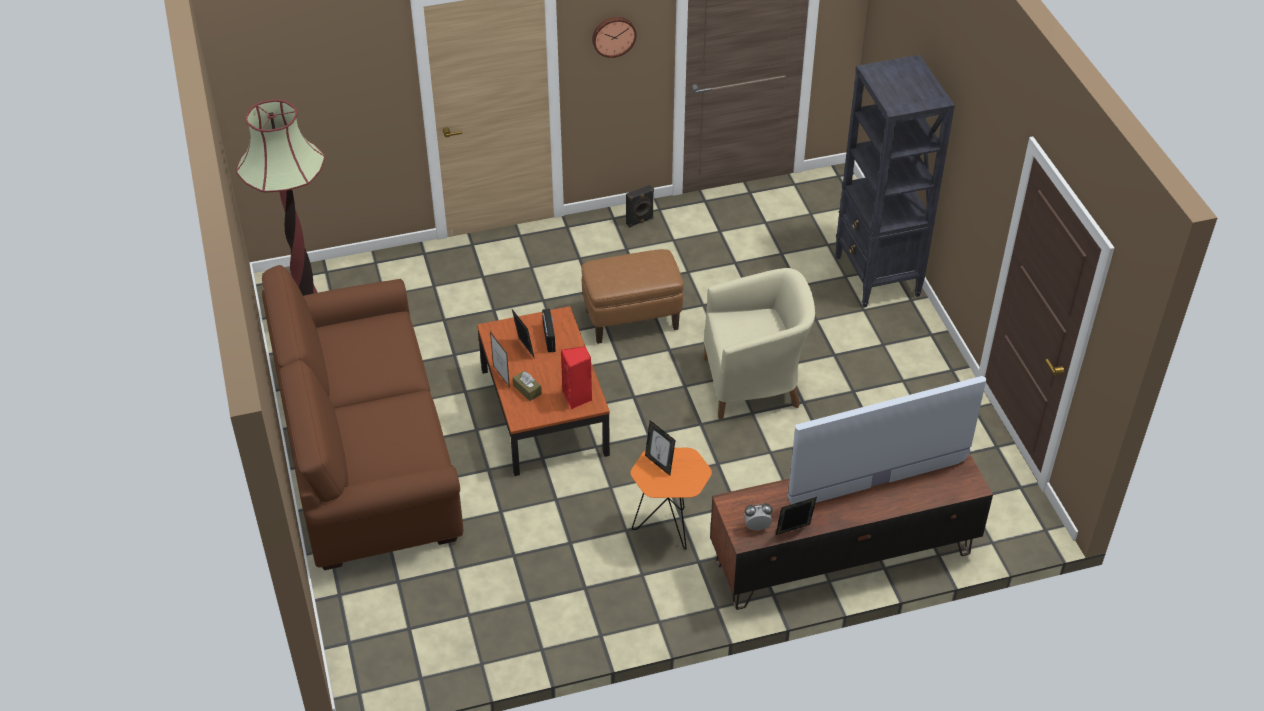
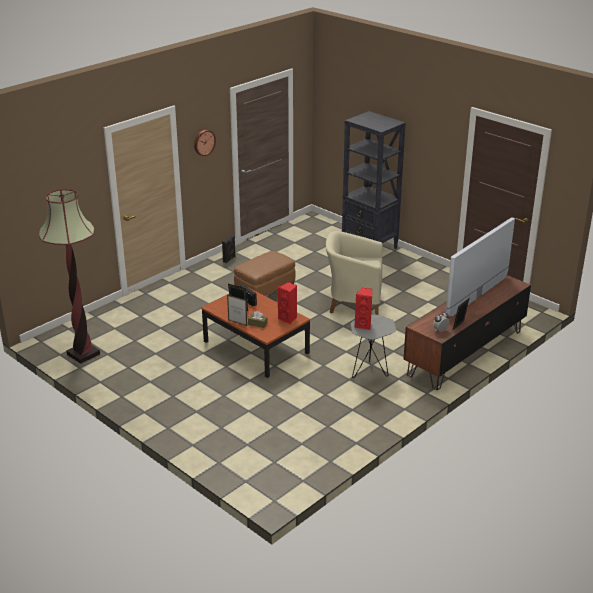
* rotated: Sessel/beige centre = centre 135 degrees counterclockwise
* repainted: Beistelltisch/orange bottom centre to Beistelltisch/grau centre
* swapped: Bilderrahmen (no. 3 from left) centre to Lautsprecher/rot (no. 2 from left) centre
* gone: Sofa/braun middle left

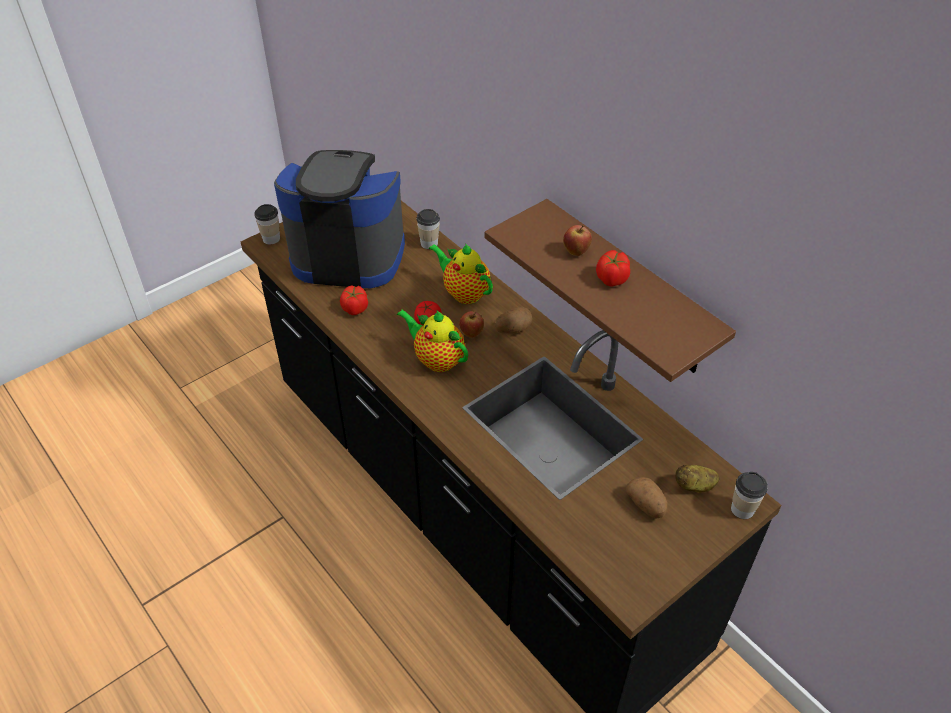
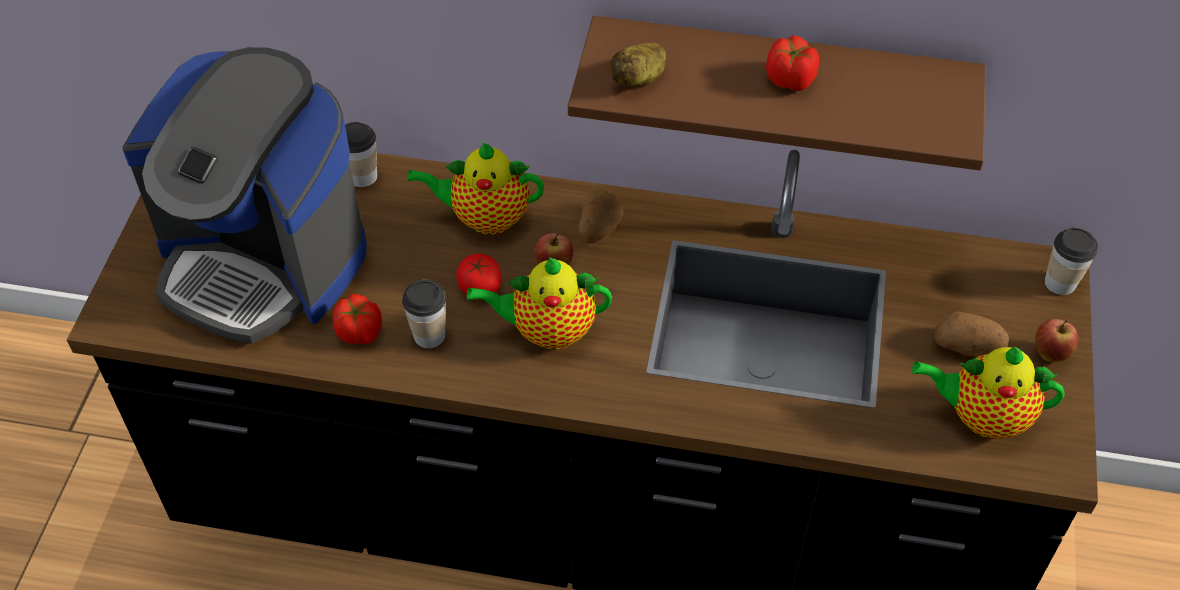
* rotated: Kaffeemaschine top centre = top left 120 degrees counterclockwise
* shifted: Tasse (no. 1 from left in the first image) top left to Tasse (no. 2 from left) centre
* shifted: Kartoffel (no. 3 from left in the first image) bottom right to Kartoffel (no. 2 from left) top centre
* new: Teekanne (no. 3 from left) middle right
* shifted: Apfel (no. 2 from left) centre to middle right

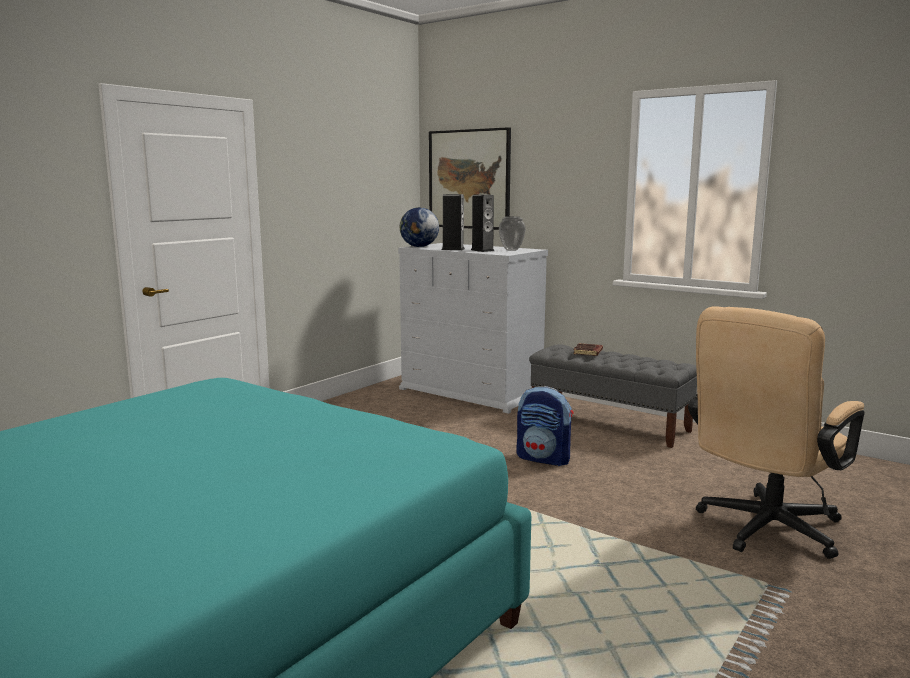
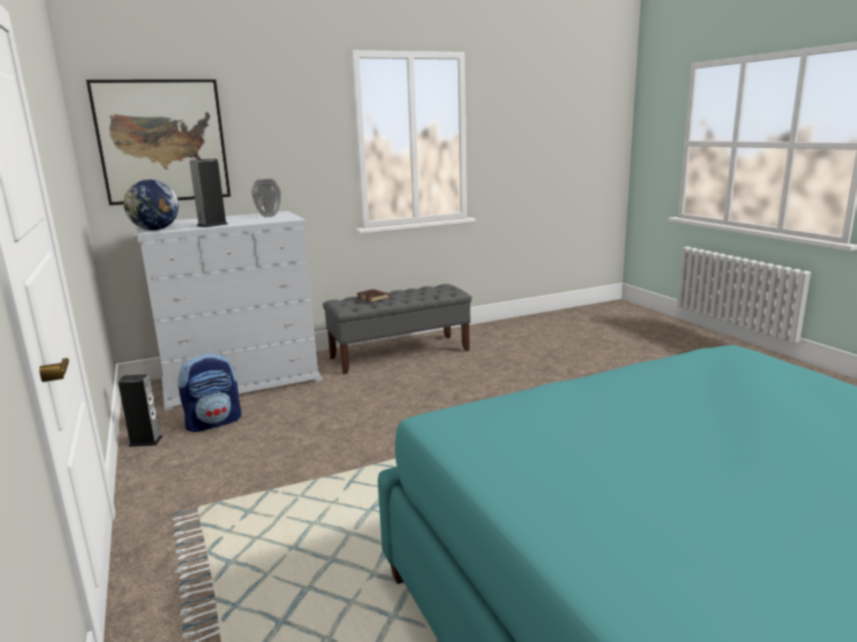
* shifted: Lautsprecher (no. 2 from left in the first image) top centre to Lautsprecher (no. 1 from left) middle left
* shifted: Rucksack centre to middle left
* gone: Bürostuhl/beige middle right

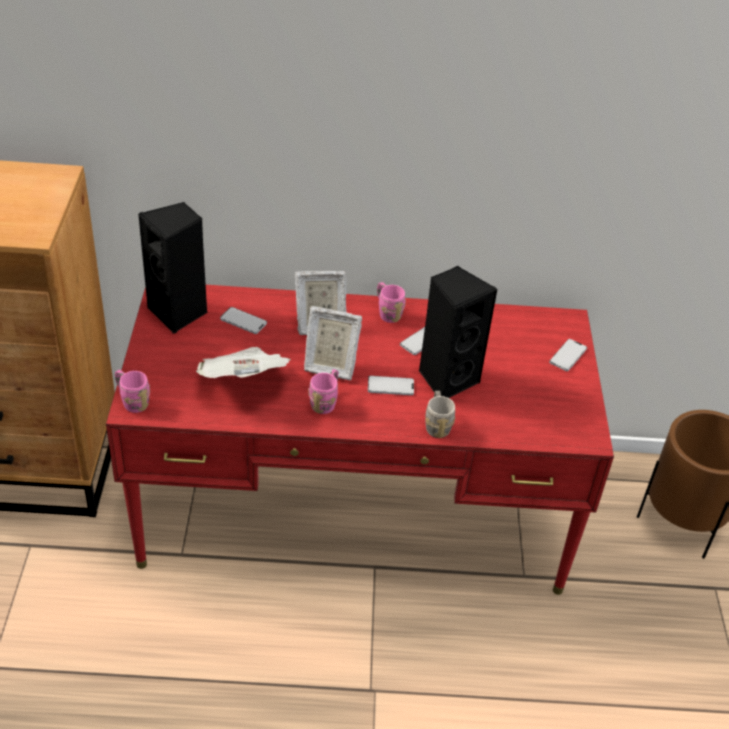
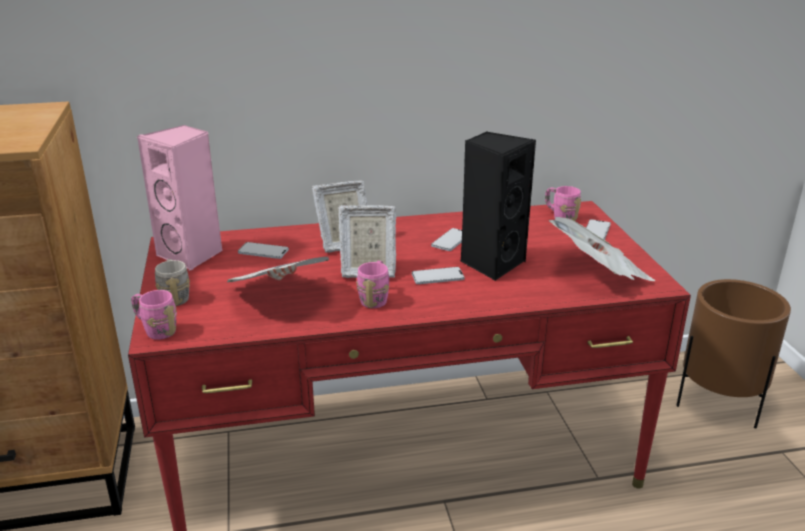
* repainted: Lautsprecher/schwarz (no. 1 from left) middle left to Lautsprecher/rosa middle left
* shifted: Henkelbecher/grau centre to middle left
* shifted: Henkelbecher/rosa (no. 3 from left) centre to middle right
* new: Zeitung (no. 2 from left) middle right

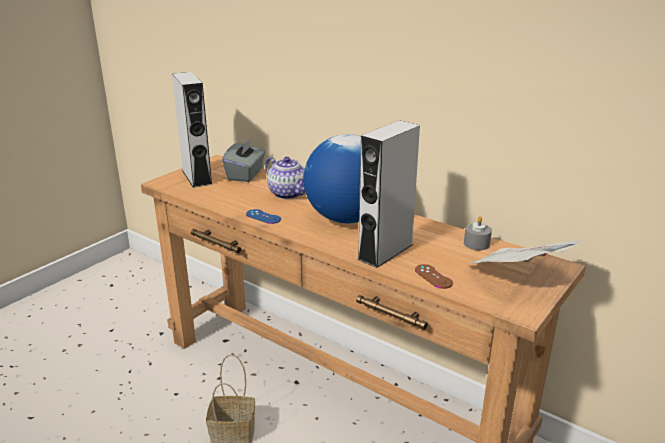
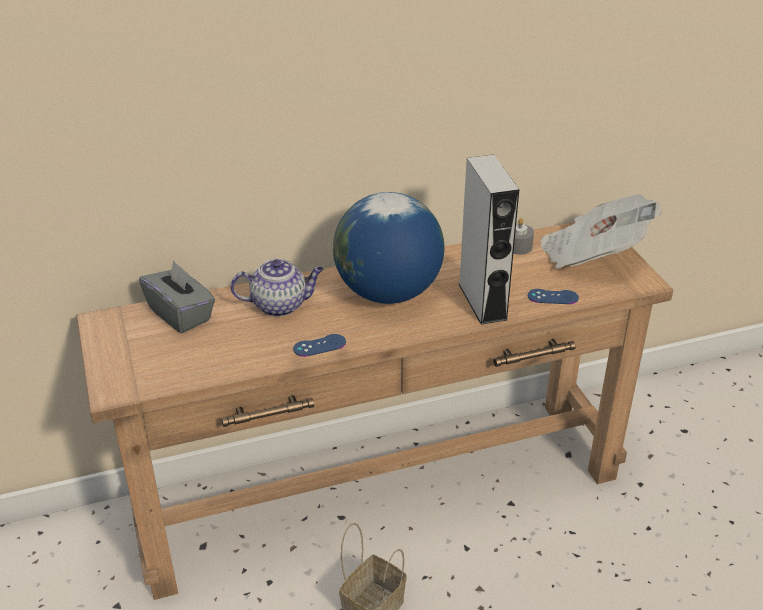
* repainted: Gamepad/braun centre to Gamepad/blau (no. 2 from left) middle right
* gone: Lautsprecher/grau (no. 1 from left) top left

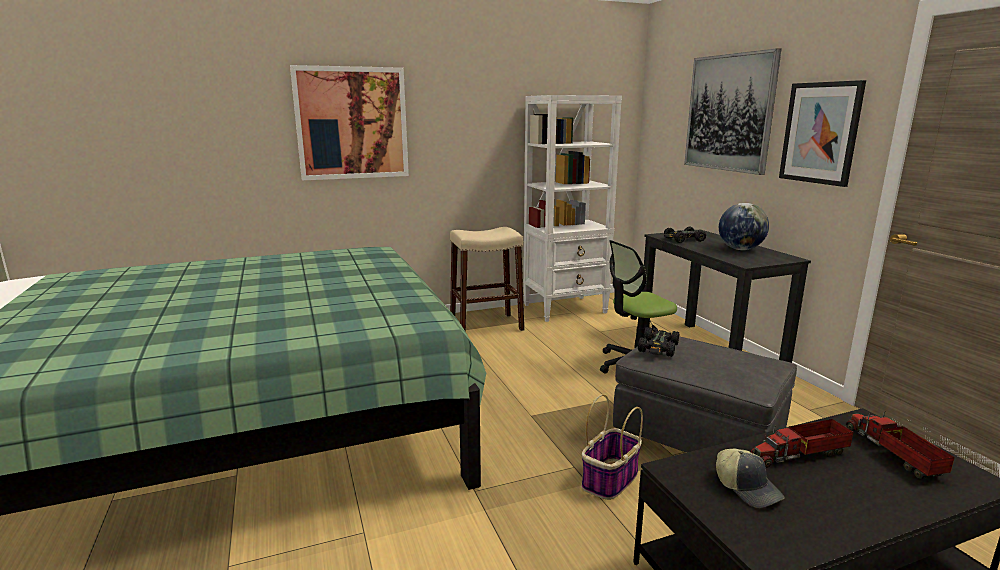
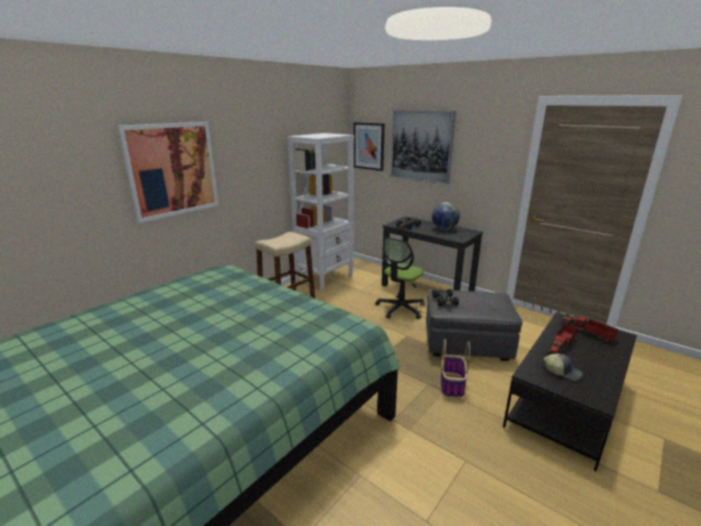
* shifted: Bild (no. 3 from left in the first image) top right to Bild (no. 2 from left) top centre

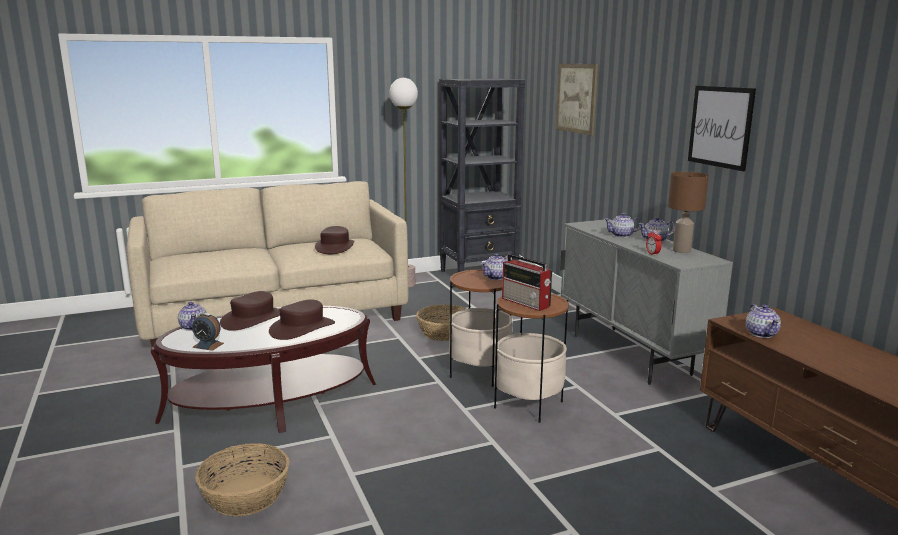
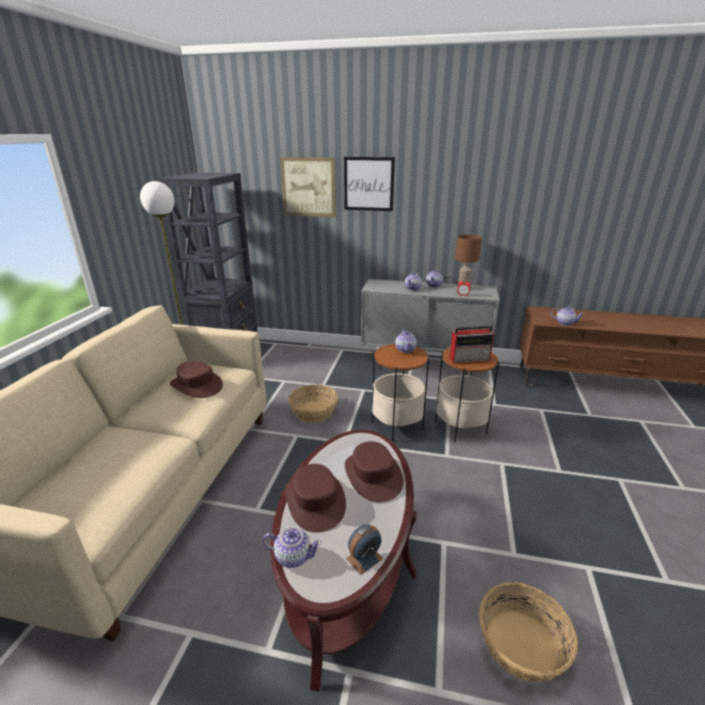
* shifted: Bild (no. 2 from left) top right to top centre

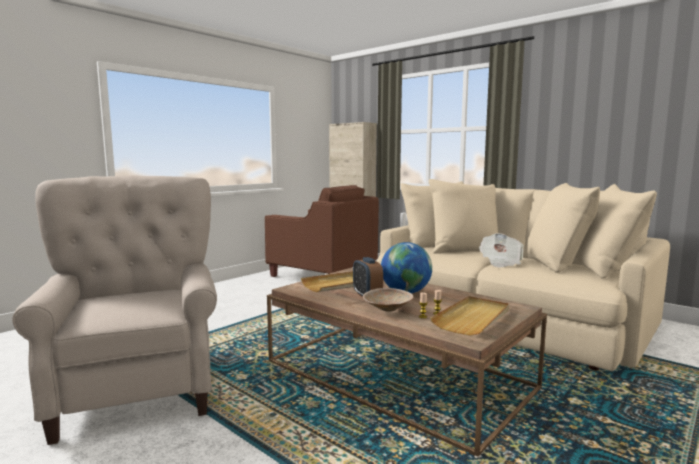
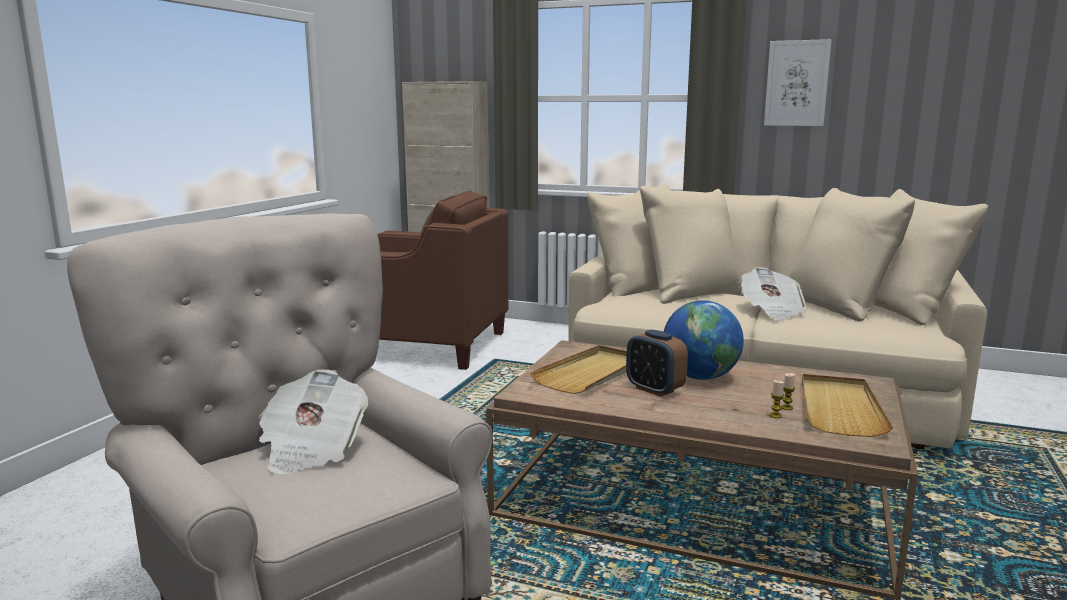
* new: Zeitung (no. 1 from left) bottom left
* new: Bild top right
* gone: Schüssel/beige centre

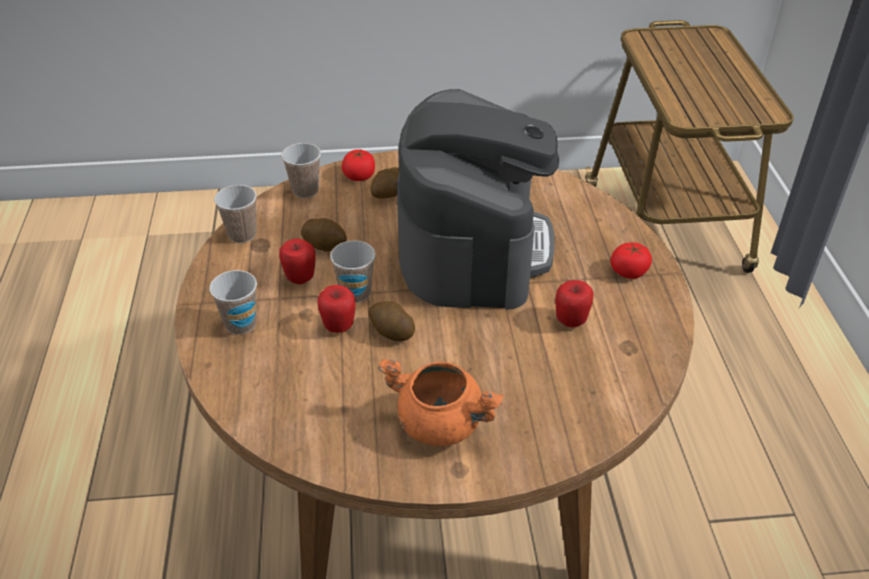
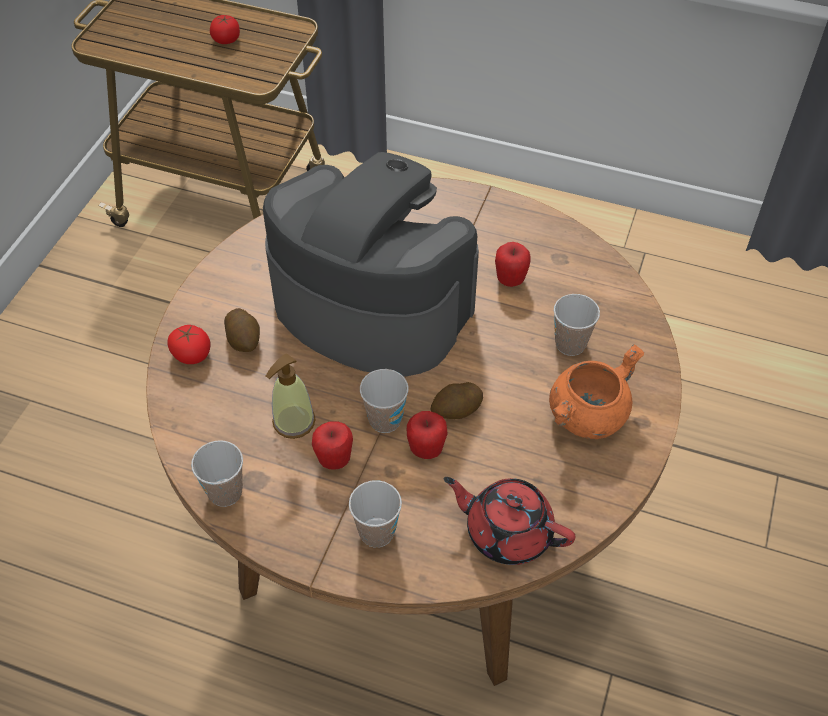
* shifted: Tomate (no. 2 from left) middle right to top left
* swapped: Kartoffel (no. 1 from left) centre to Seifenspender centre
* new: Teekanne/rot bottom centre
* shifted: Tasse (no. 3 from left in the first image) top centre to Tasse (no. 4 from left) middle right

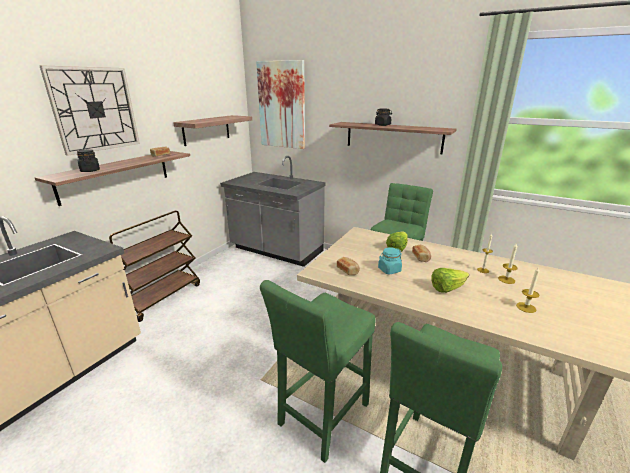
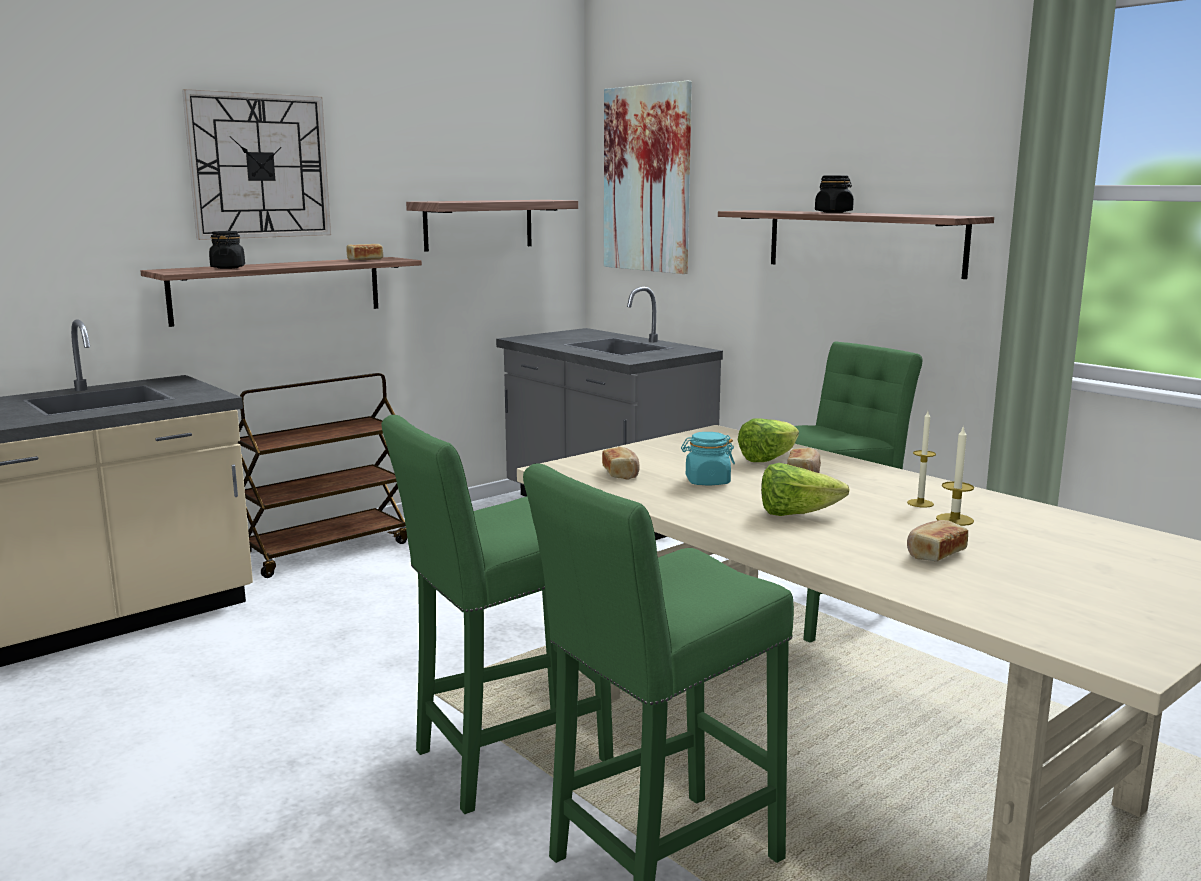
* swapped: Kerze (no. 3 from left) middle right to Brot (no. 4 from left) middle right

